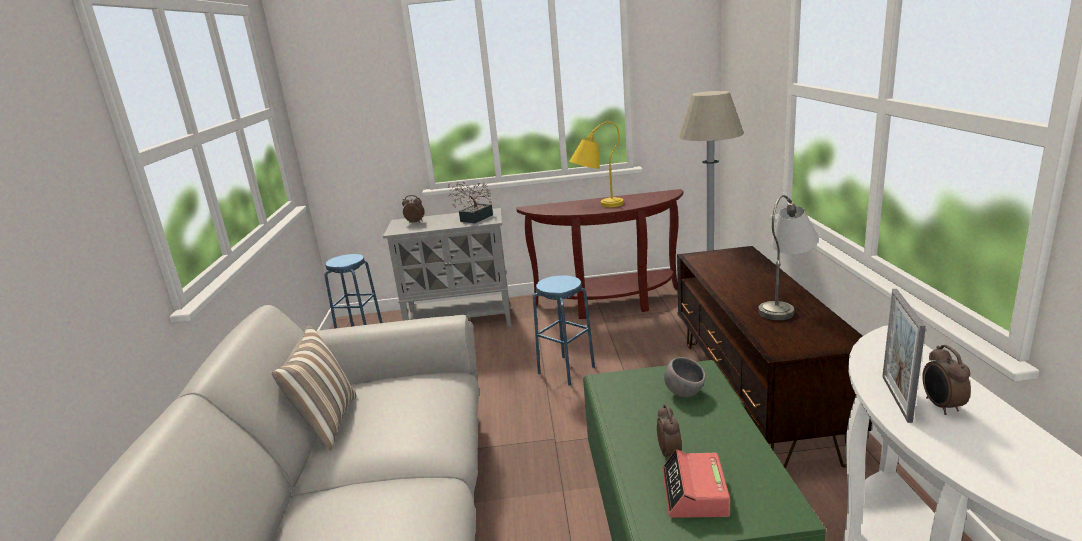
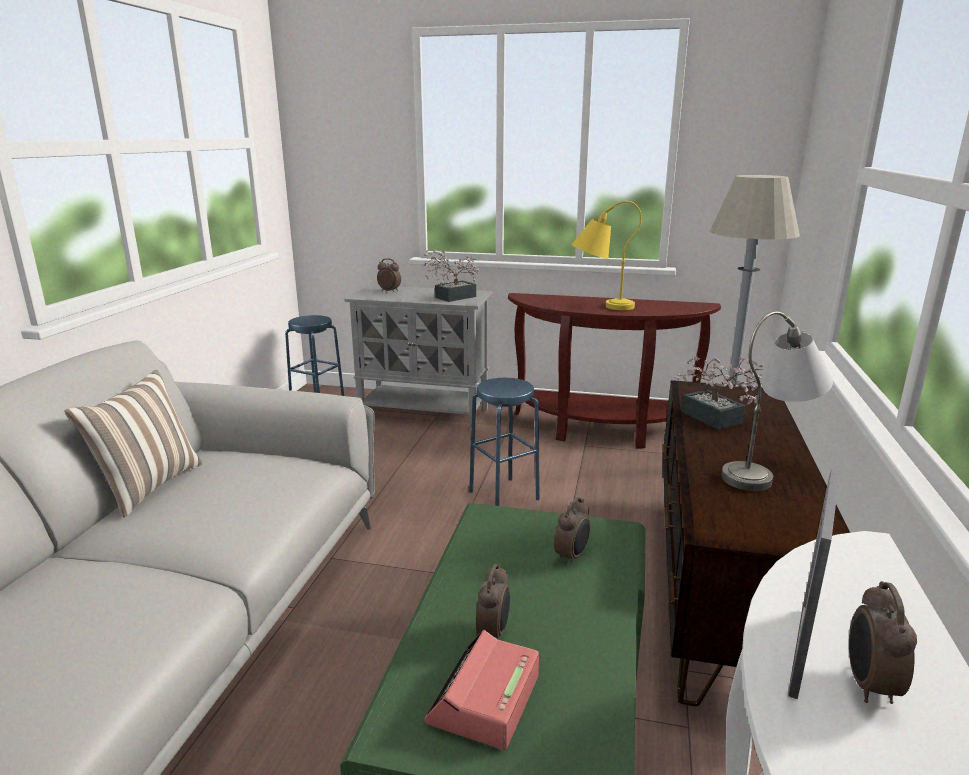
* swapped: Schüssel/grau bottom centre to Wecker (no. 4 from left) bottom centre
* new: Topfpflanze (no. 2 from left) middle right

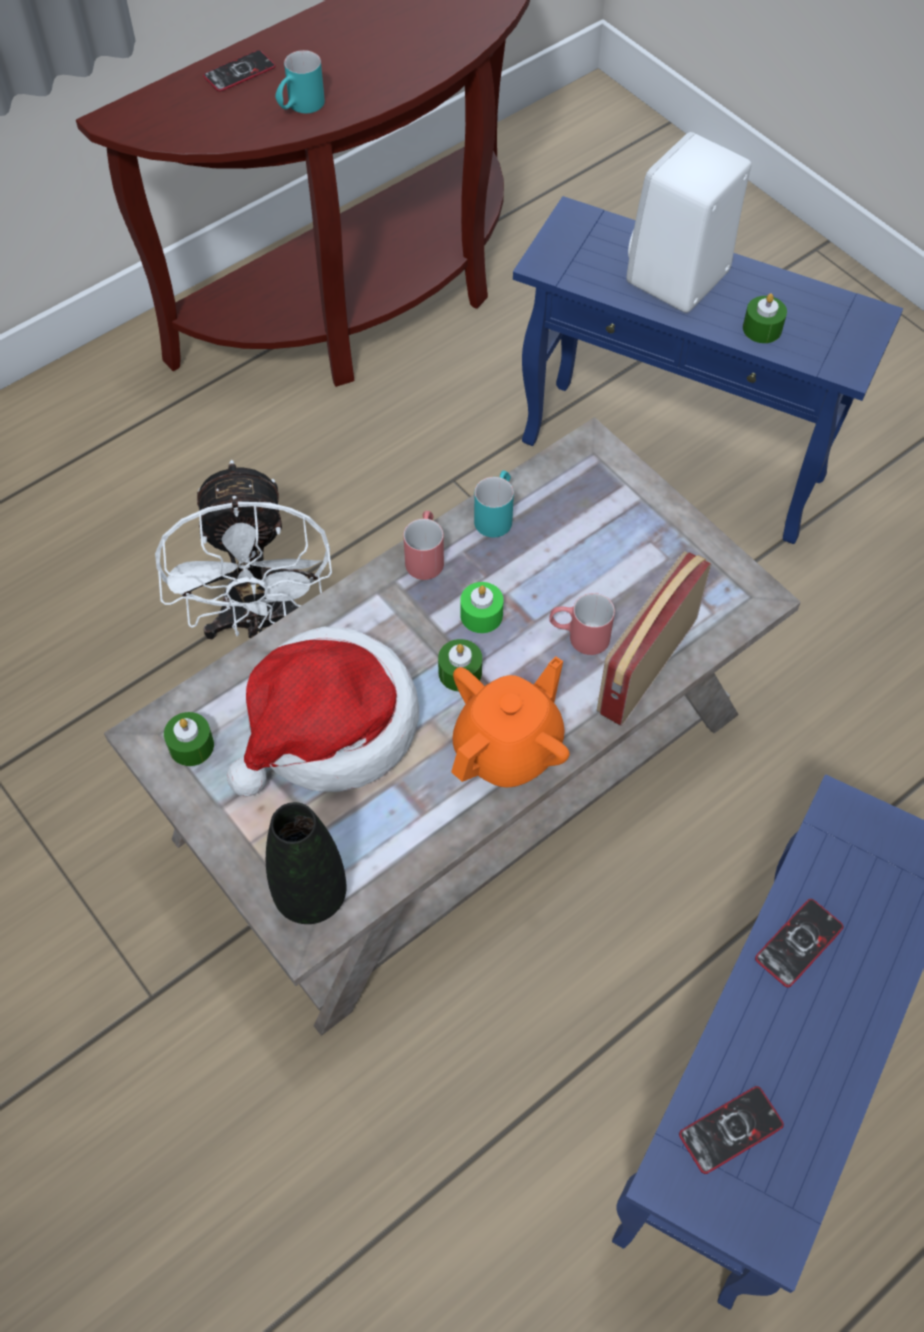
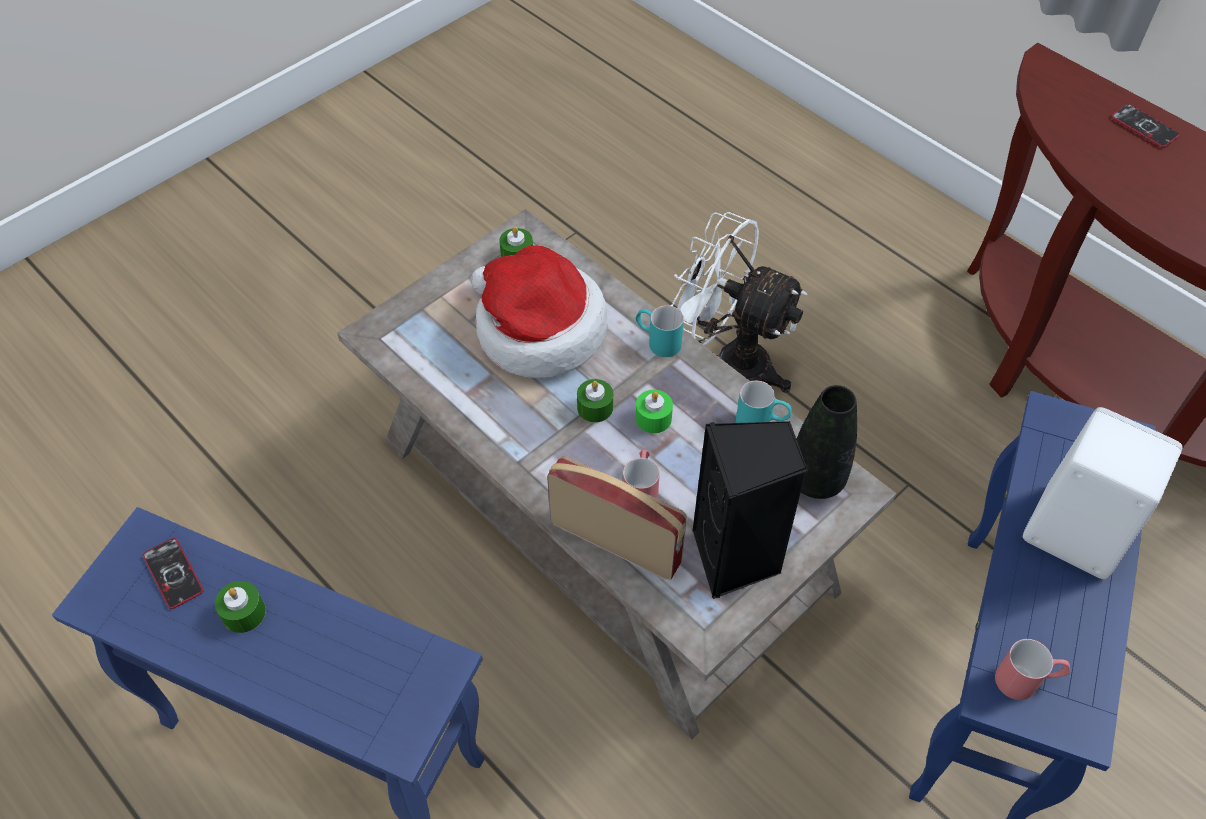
* shifted: Kerze/grün (no. 4 from left in the first image) top right to Kerze/grün (no. 1 from left) bottom left
* shifted: Henkelbecher/türkis (no. 1 from left) top left to centre
* rotated: Ventilator/weiß middle left = centre 45 degrees clockwise
* new: Lautsprecher/schwarz centre
* shifted: Vase/schwarz middle left to middle right
* shifted: Henkelbecher/rot (no. 1 from left in the first image) centre to Henkelbecher/rot (no. 2 from left) bottom right
* gone: Teekanne/orange centre
* gone: Handy (no. 3 from left) bottom right

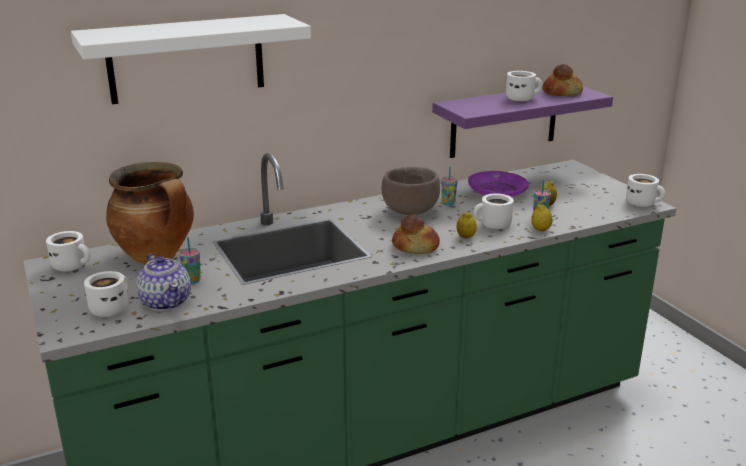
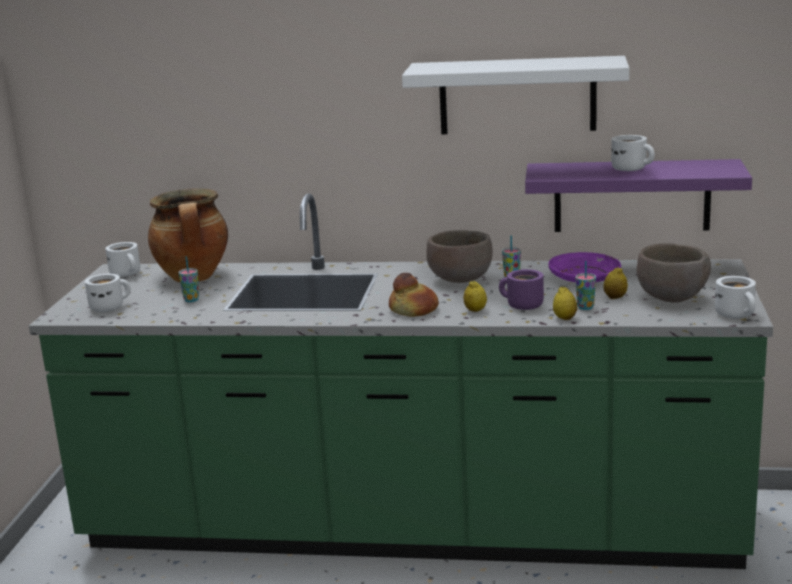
* shifted: Wandregal/weiß top left to top centre
* repainted: Henkelbecher/weiß (no. 3 from left) centre to Henkelbecher/lila centre
* new: Schüssel/braun (no. 2 from left) middle right
* gone: Teekanne middle left
* gone: Brot (no. 2 from left) top right

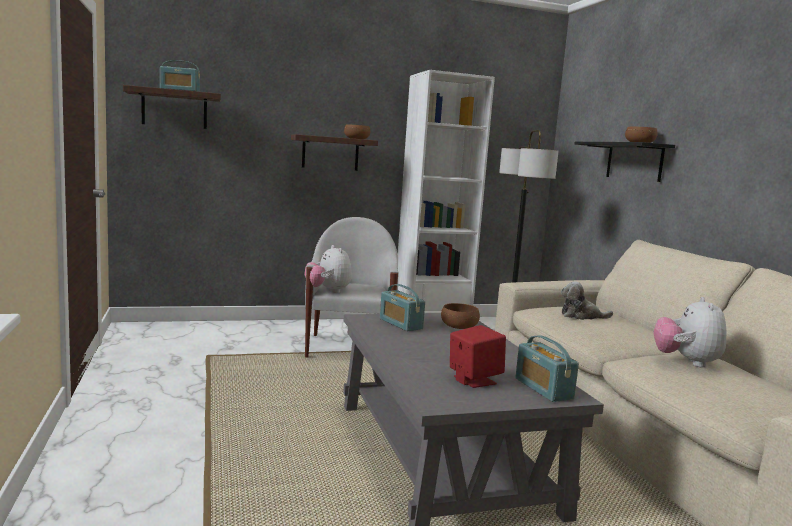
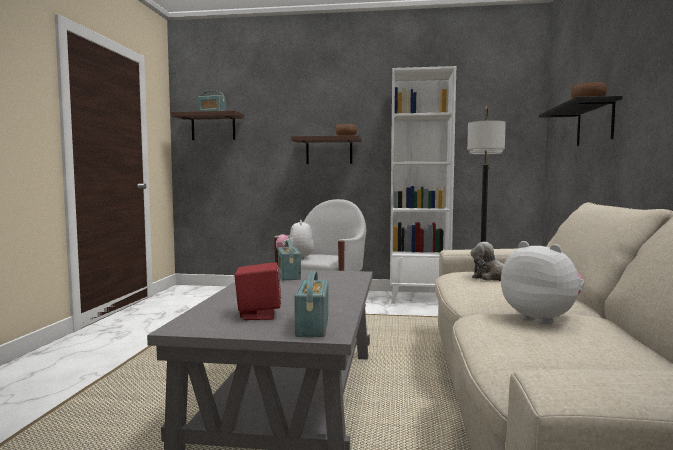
* rotated: Plüschtier (no. 3 from left) middle right = middle right 105 degrees clockwise
* gone: Schüssel/braun (no. 2 from left) centre

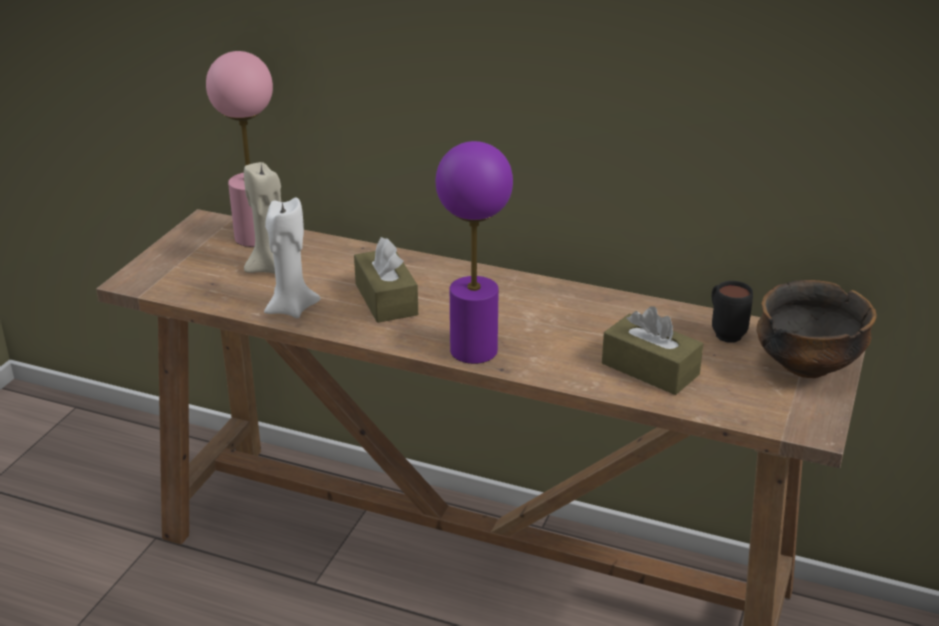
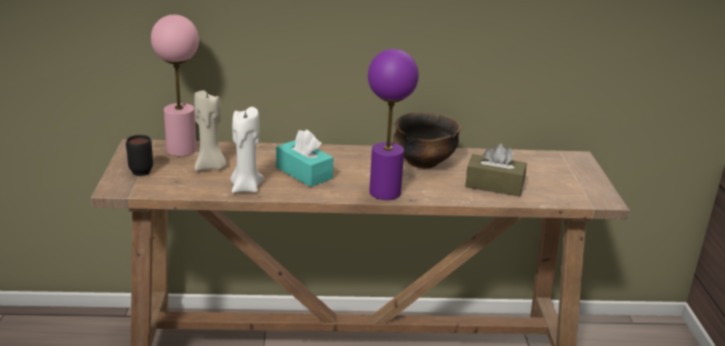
* shifted: Henkelbecher/schwarz middle right to middle left
* repainted: Taschentuchbox/braun (no. 1 from left) centre to Taschentuchbox/türkis centre
* shifted: Schüssel middle right to centre

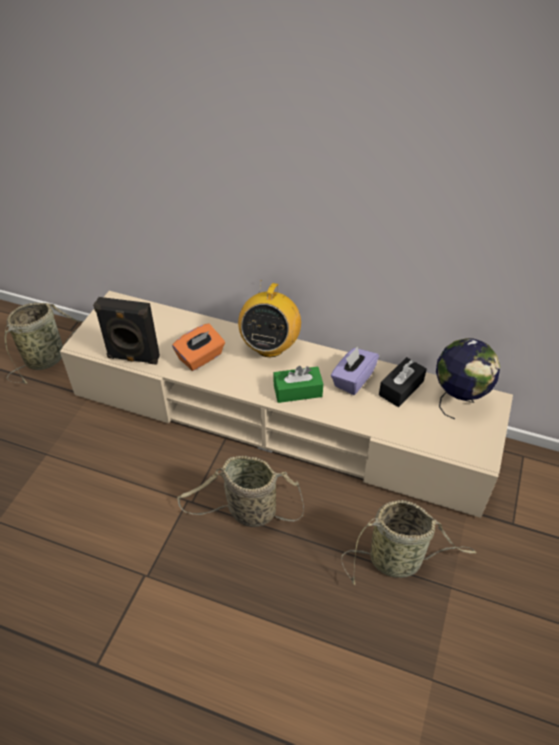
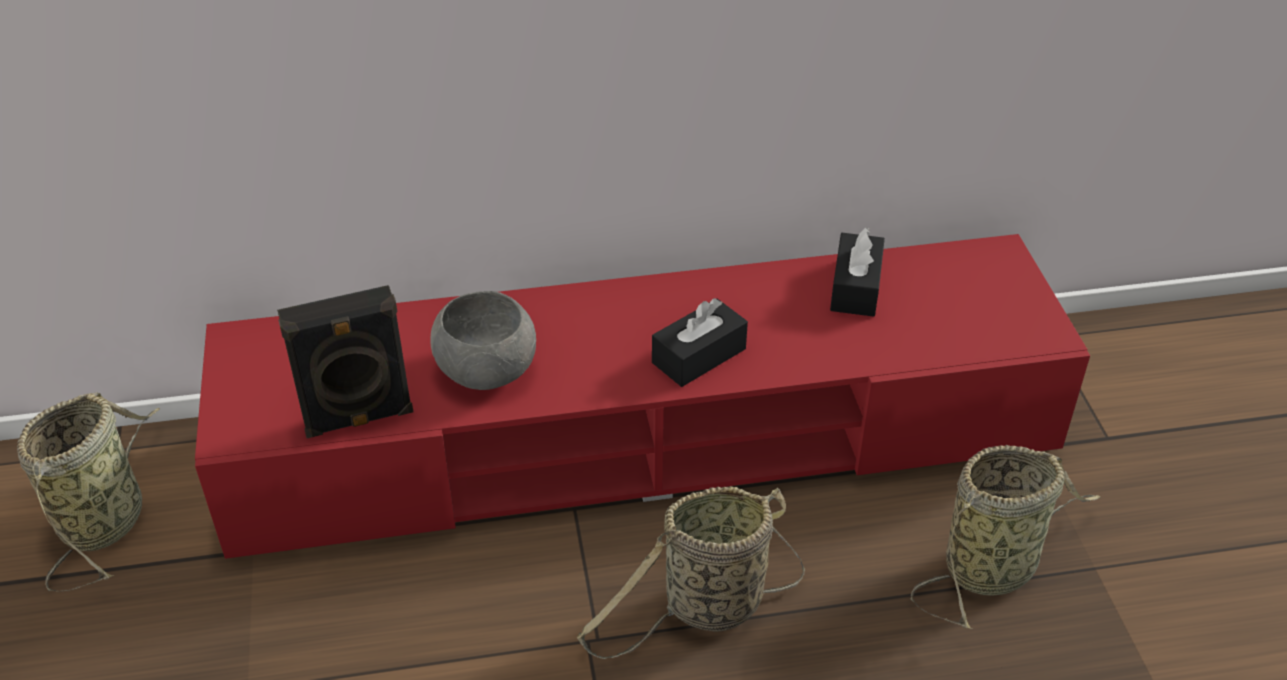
* repainted: Fernsehschrank/beige centre to Fernsehschrank/rot centre
* swapped: Taschentuchbox/orange centre to Schüssel/grau centre
* repainted: Taschentuchbox/grün centre to Taschentuchbox/schwarz (no. 1 from left) centre
* gone: Radio centre
* gone: Taschentuchbox/lila centre
* gone: Globus middle right

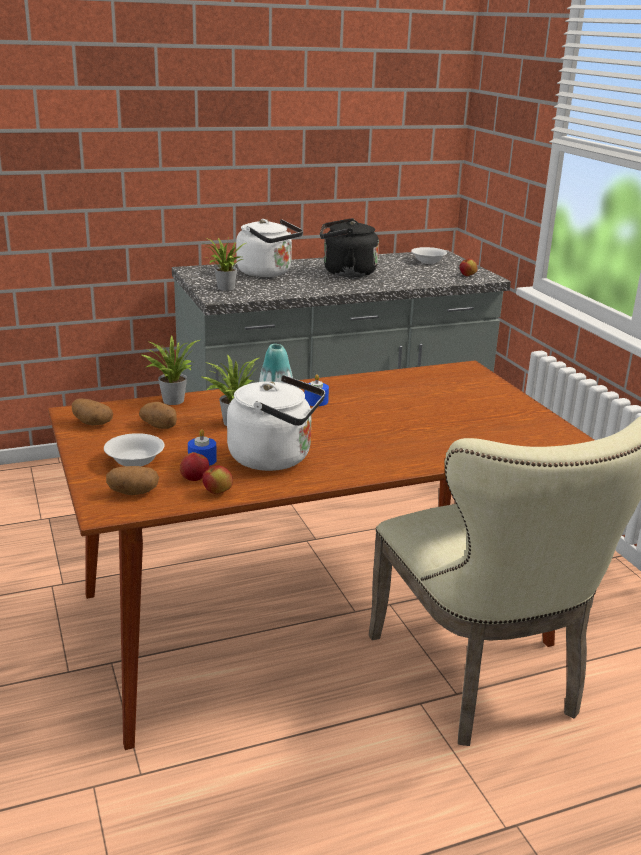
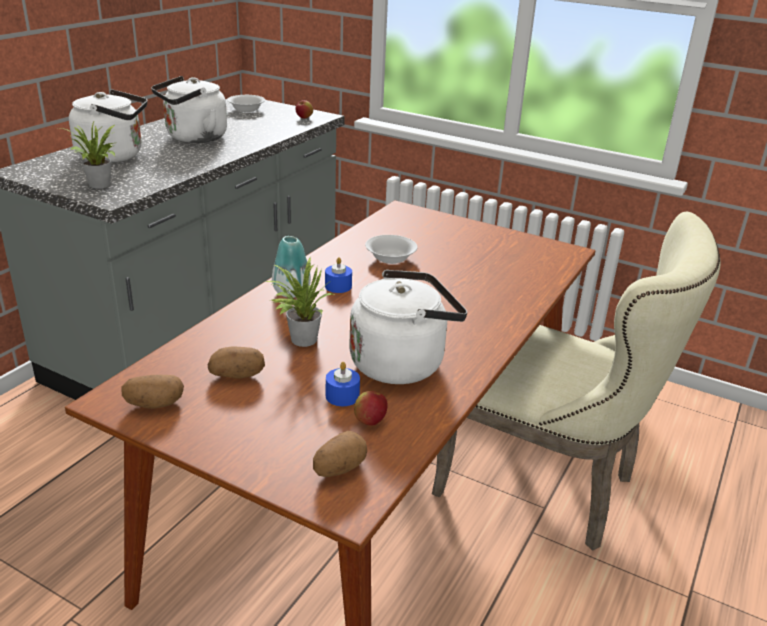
* repainted: Wasserkessel/schwarz top centre to Wasserkessel/weiß (no. 2 from left) top left
* shifted: Schüssel/weiß (no. 1 from left in the first image) middle left to Schüssel/weiß (no. 2 from left) centre
* gone: Topfpflanze (no. 1 from left) middle left
* gone: Apfel (no. 2 from left) centre

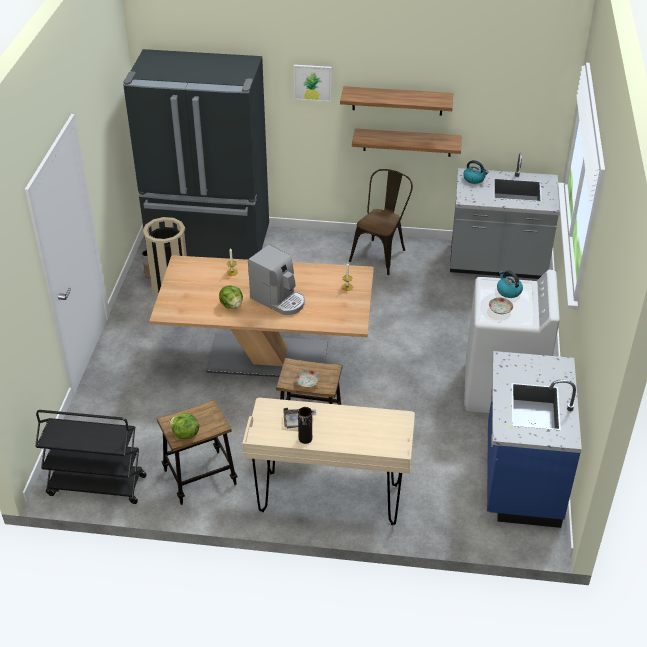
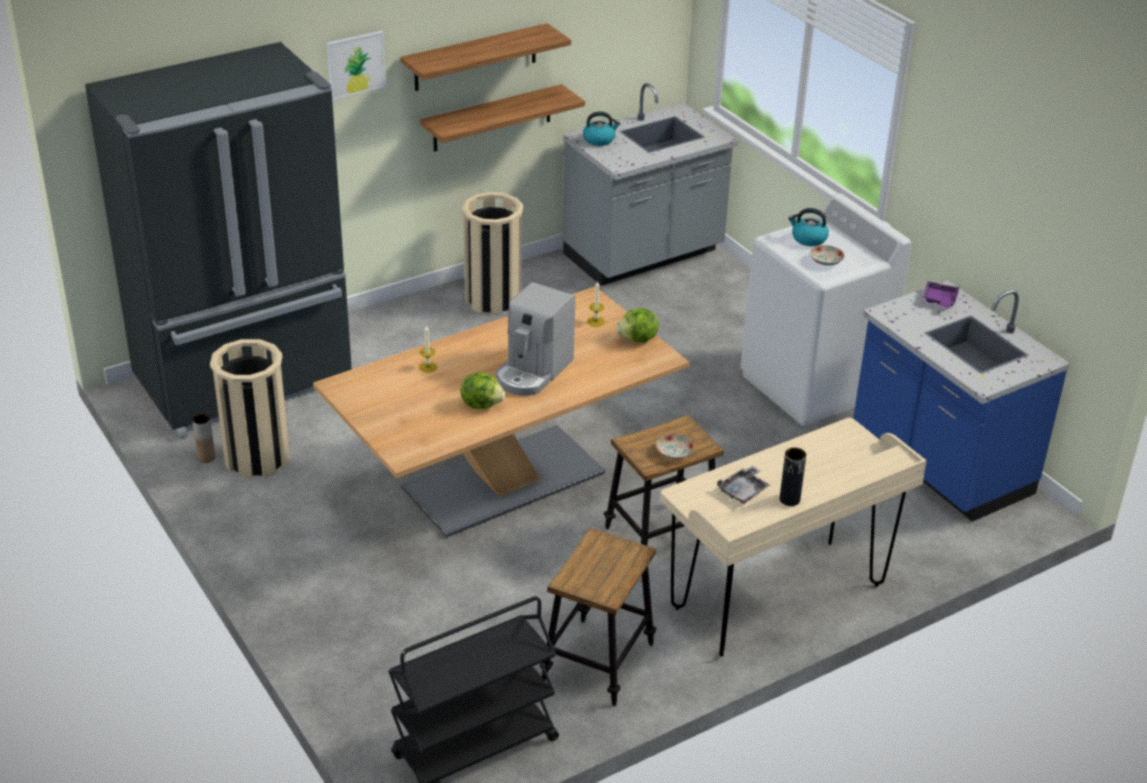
* swapped: Stuhl/braun centre to Mülleimer/beige (no. 2 from left) top centre
* rotated: Kaffeemaschine centre = centre 120 degrees clockwise
* shifted: Salatkopf (no. 1 from left in the first image) middle left to Salatkopf (no. 2 from left) centre
* new: Tablett/lila middle right

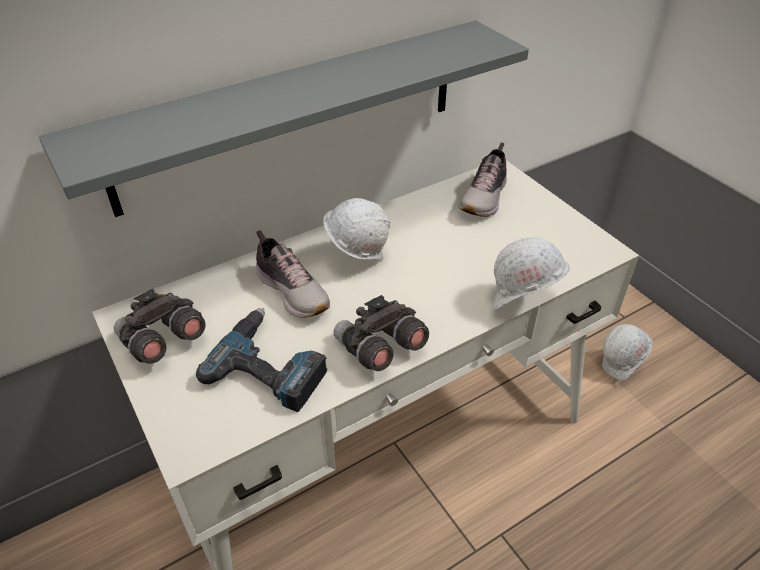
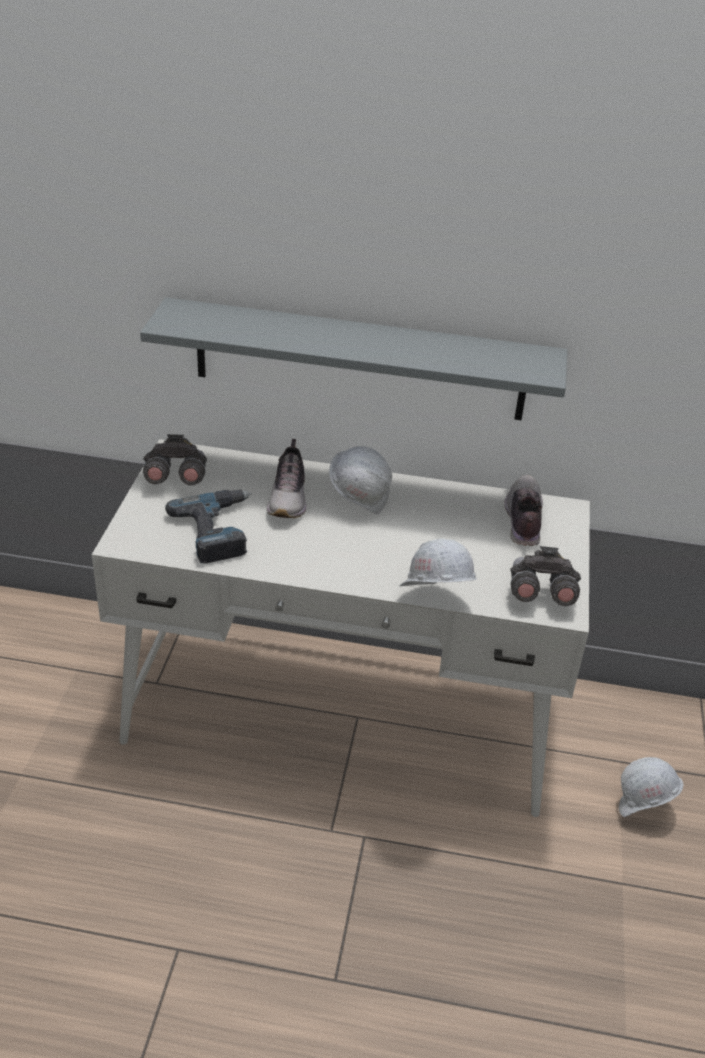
* rotated: Schuh (no. 2 from left) top centre = middle right 120 degrees clockwise
* shifted: Fernglas/grau (no. 2 from left) centre to middle right

